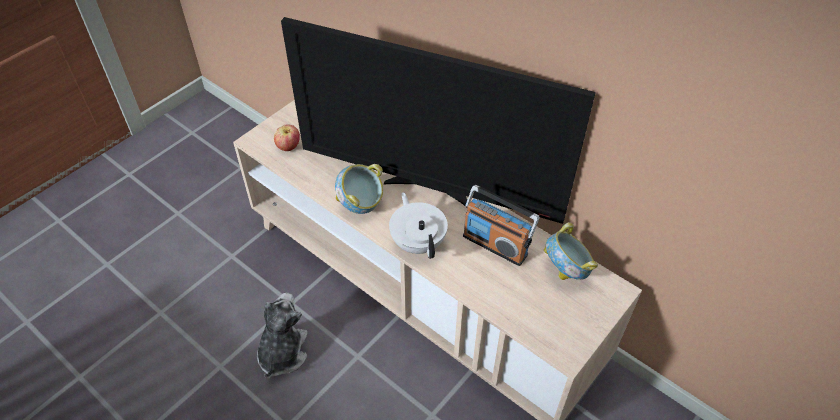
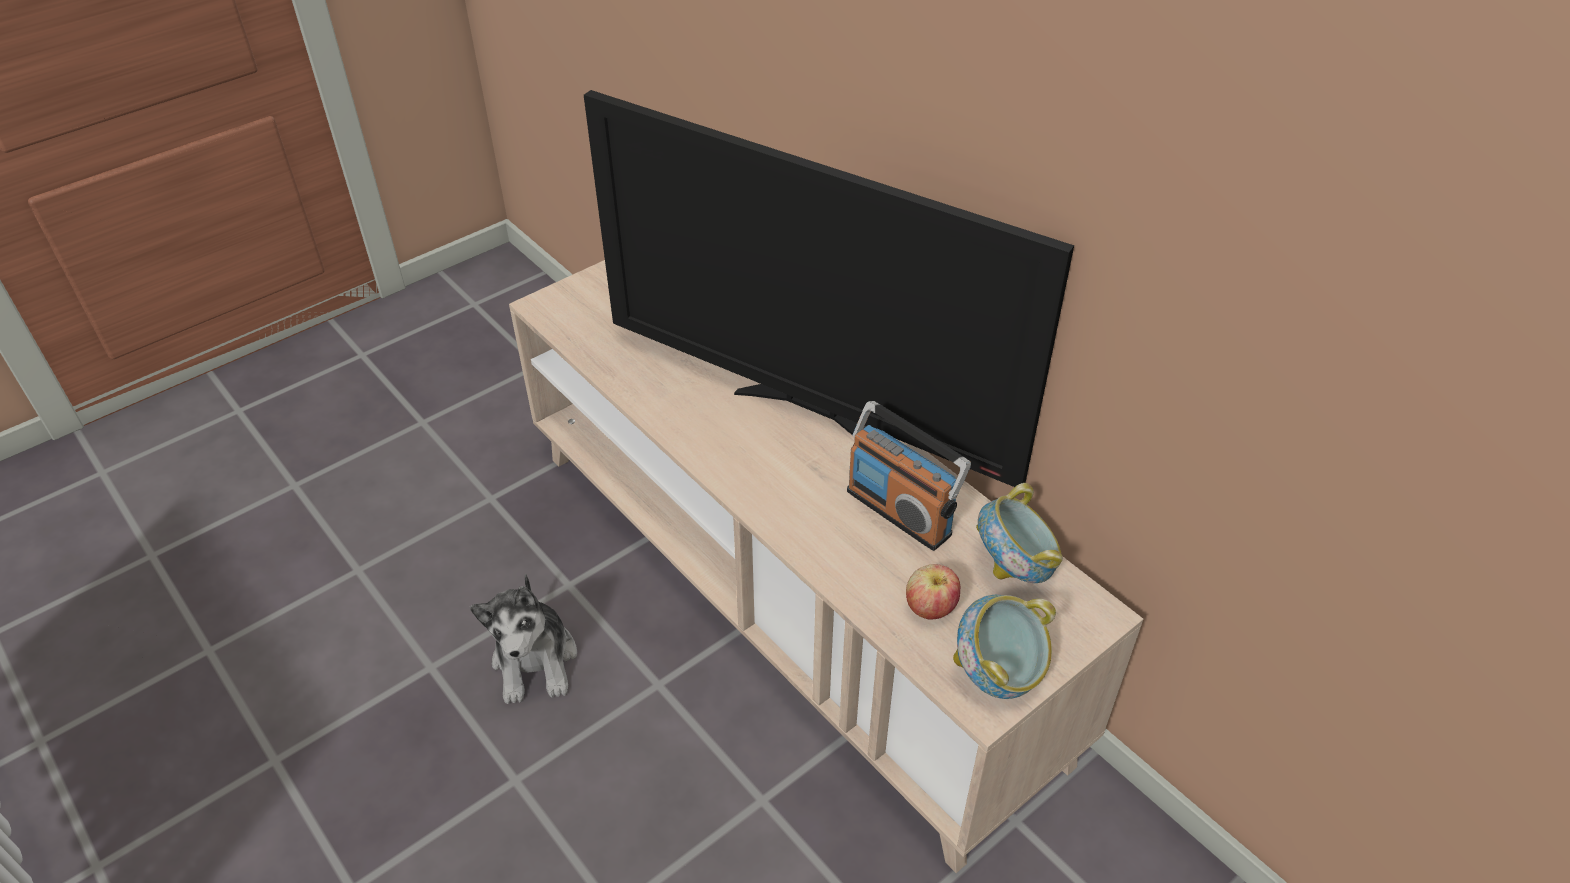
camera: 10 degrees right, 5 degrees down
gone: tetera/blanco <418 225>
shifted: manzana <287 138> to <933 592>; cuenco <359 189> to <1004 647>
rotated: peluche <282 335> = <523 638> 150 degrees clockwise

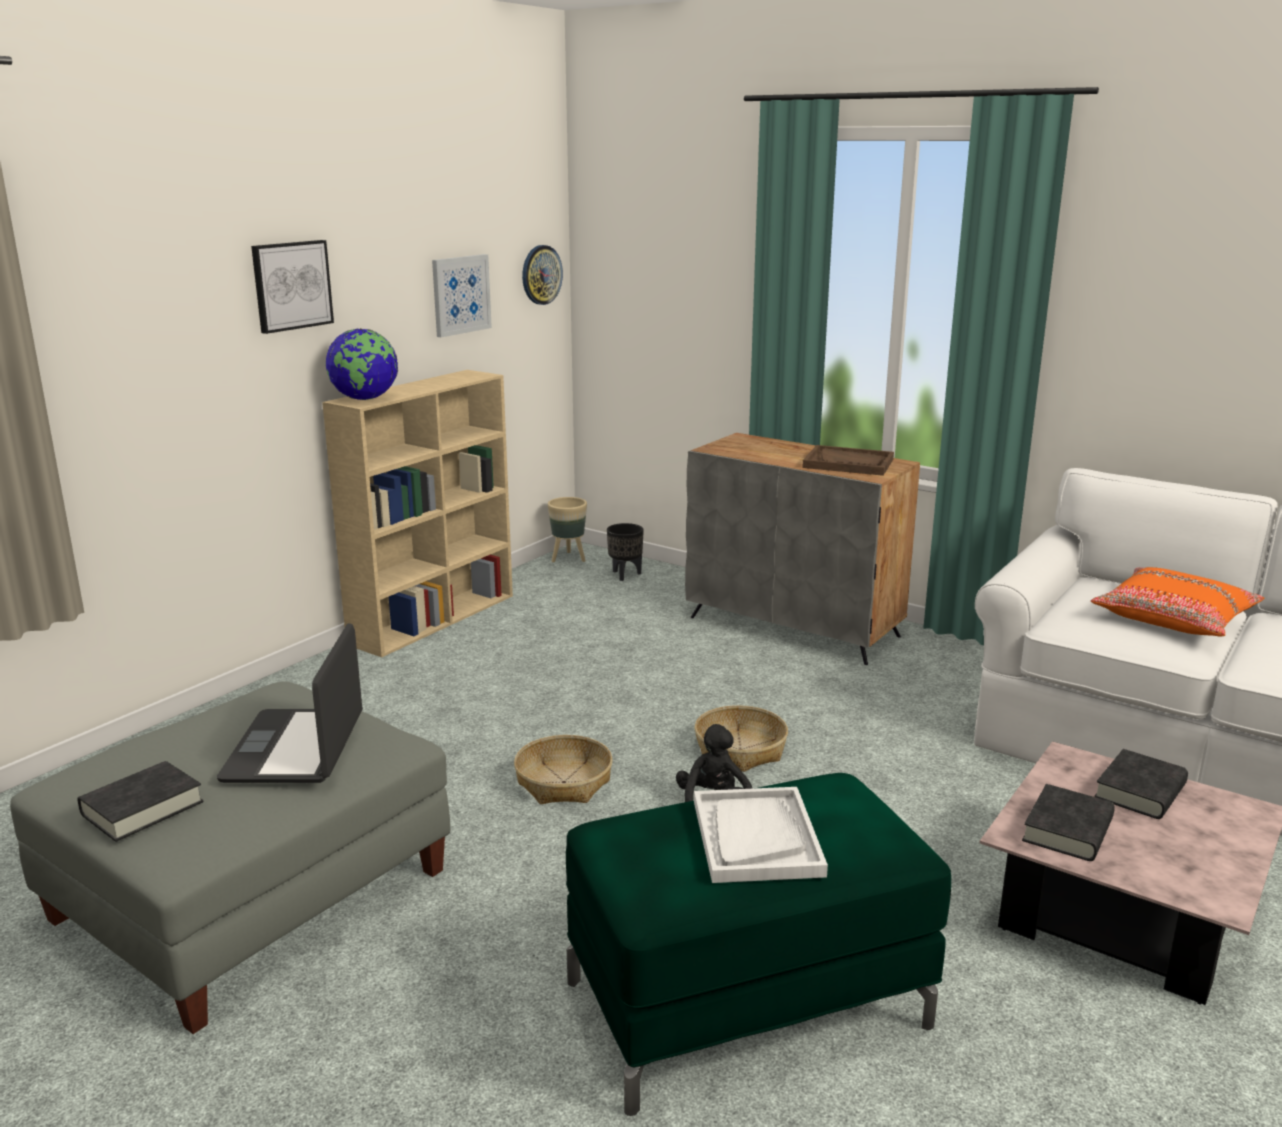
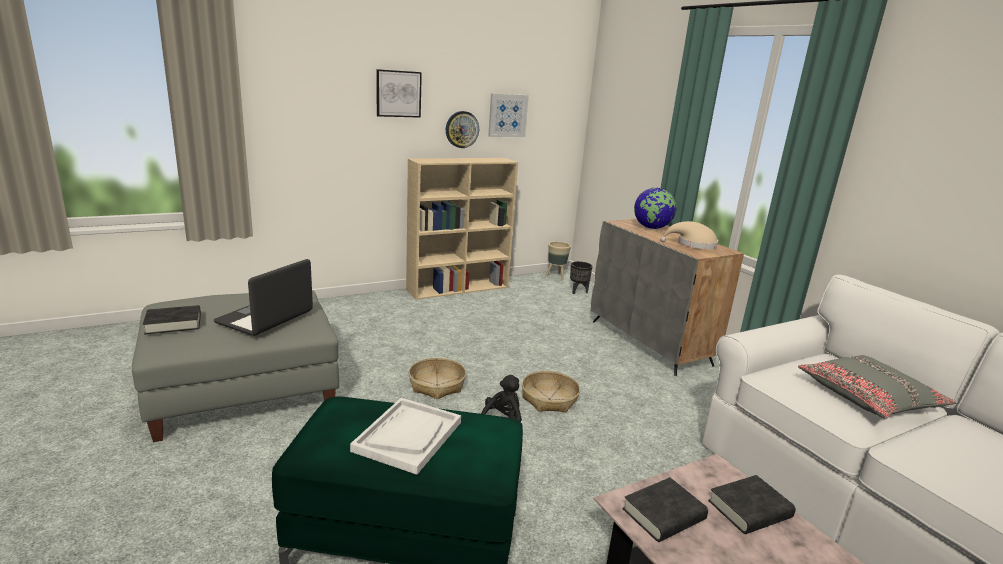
camera: 25 degrees right, 0 degrees up
shifted: globo terráqueo <362 364> to <655 208>; reloj de pared <542 275> to <462 129>
swapped: bandeja/marrón <848 460> to sombrero/beis <689 235>
repainted: cojín/naranja <1178 602> to cojín/gris <877 387>

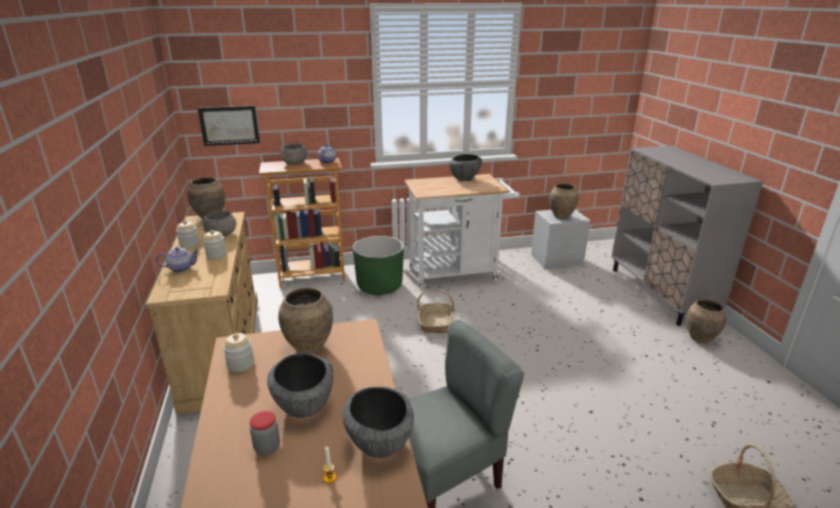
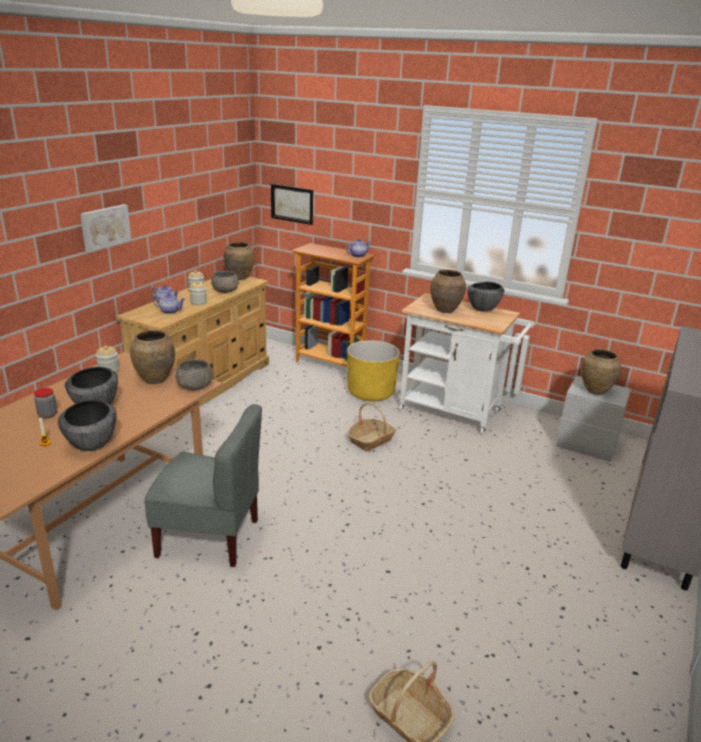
camera: 40 degrees right, 0 degrees up
new: cuadro <105 228>; tetera <169 303>
shifted: cuenco/gris <293 154> to <194 375>; florero/marrón <706 321> to <448 291>
repainted: maceta/verde <378 265> to maceta/amarillo <373 370>

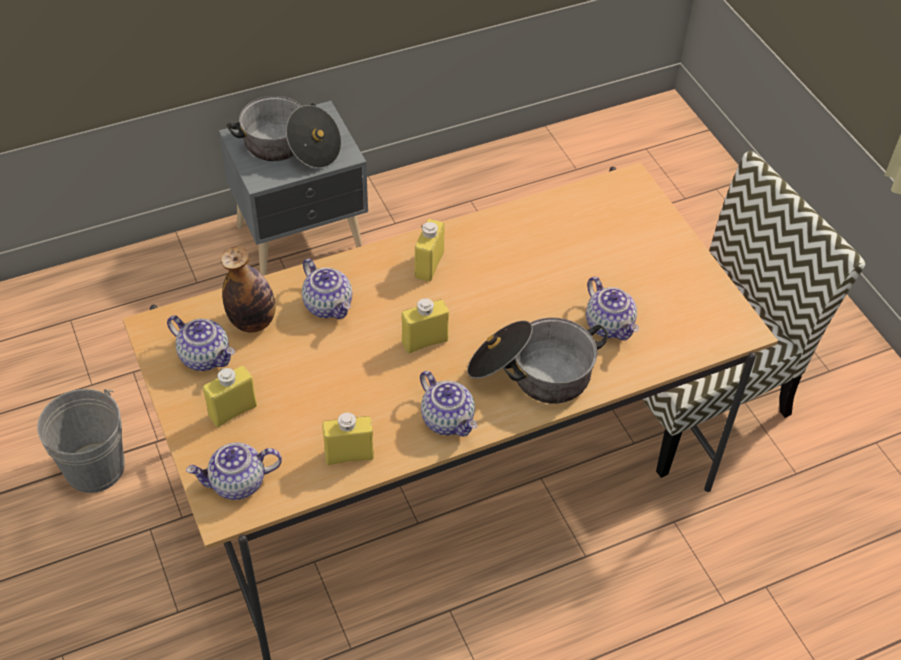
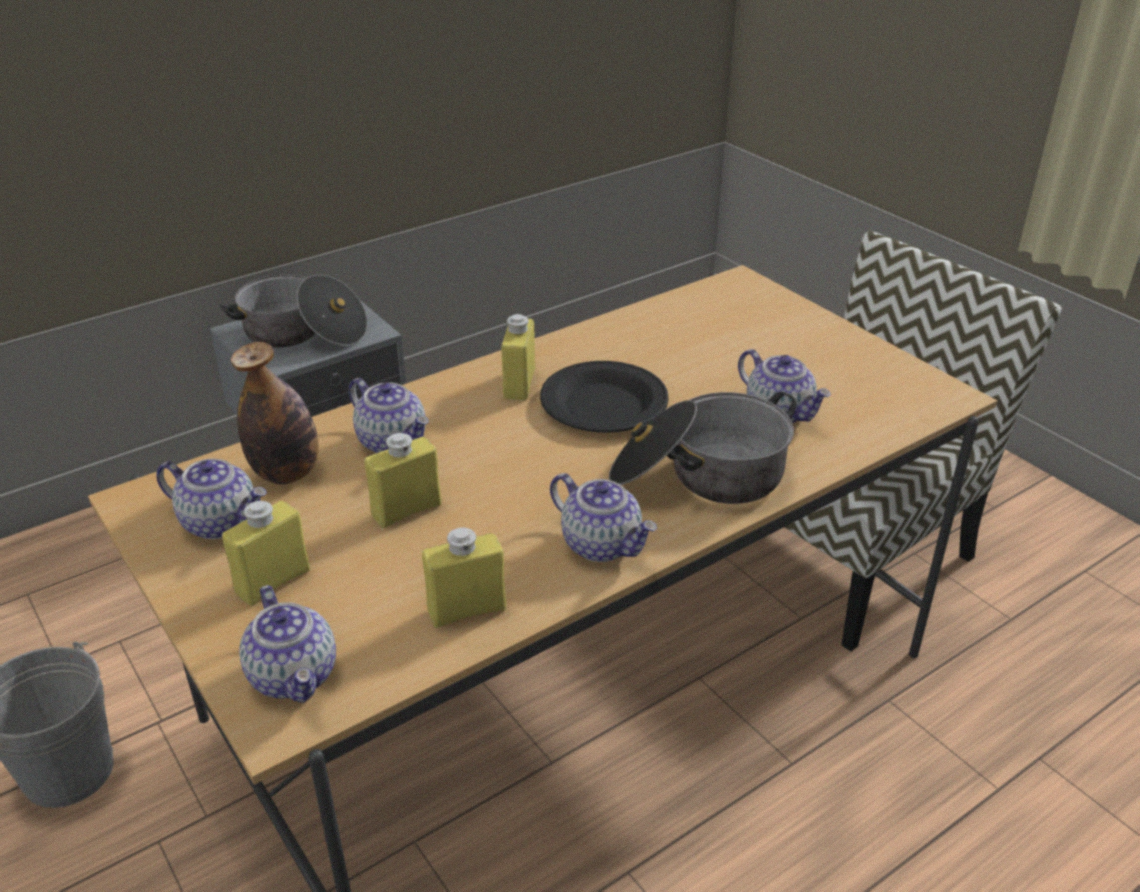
camera: 10 degrees left, 15 degrees down
new: plato/negro <604 397>
shifted: botella/amarillo <425 326> to <403 480>
rotated: tetera <234 471> = <287 644> 90 degrees counterclockwise

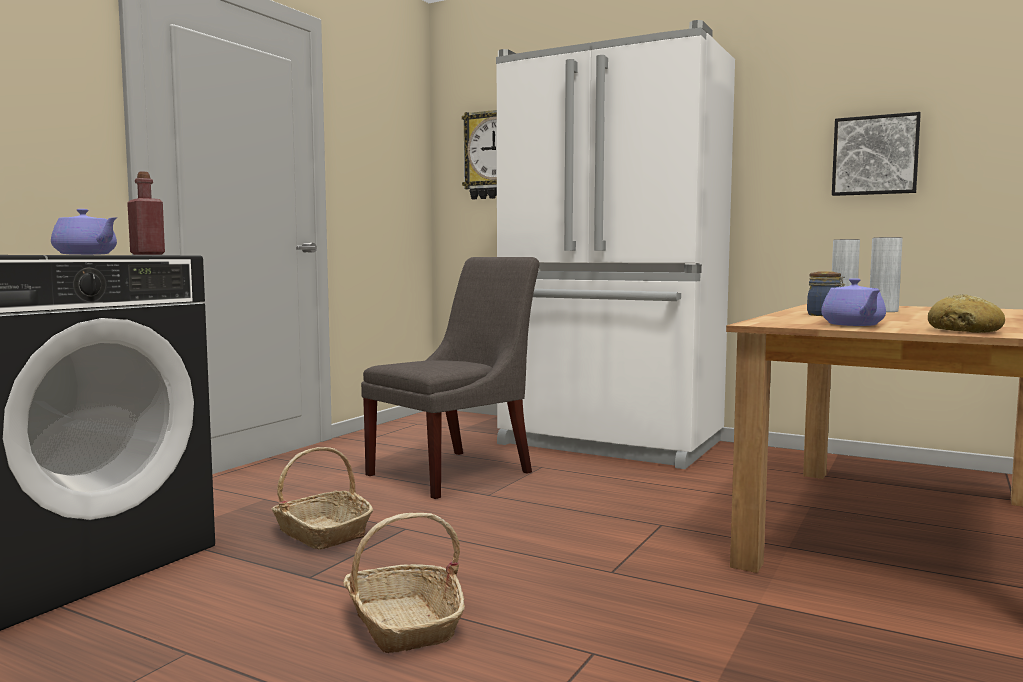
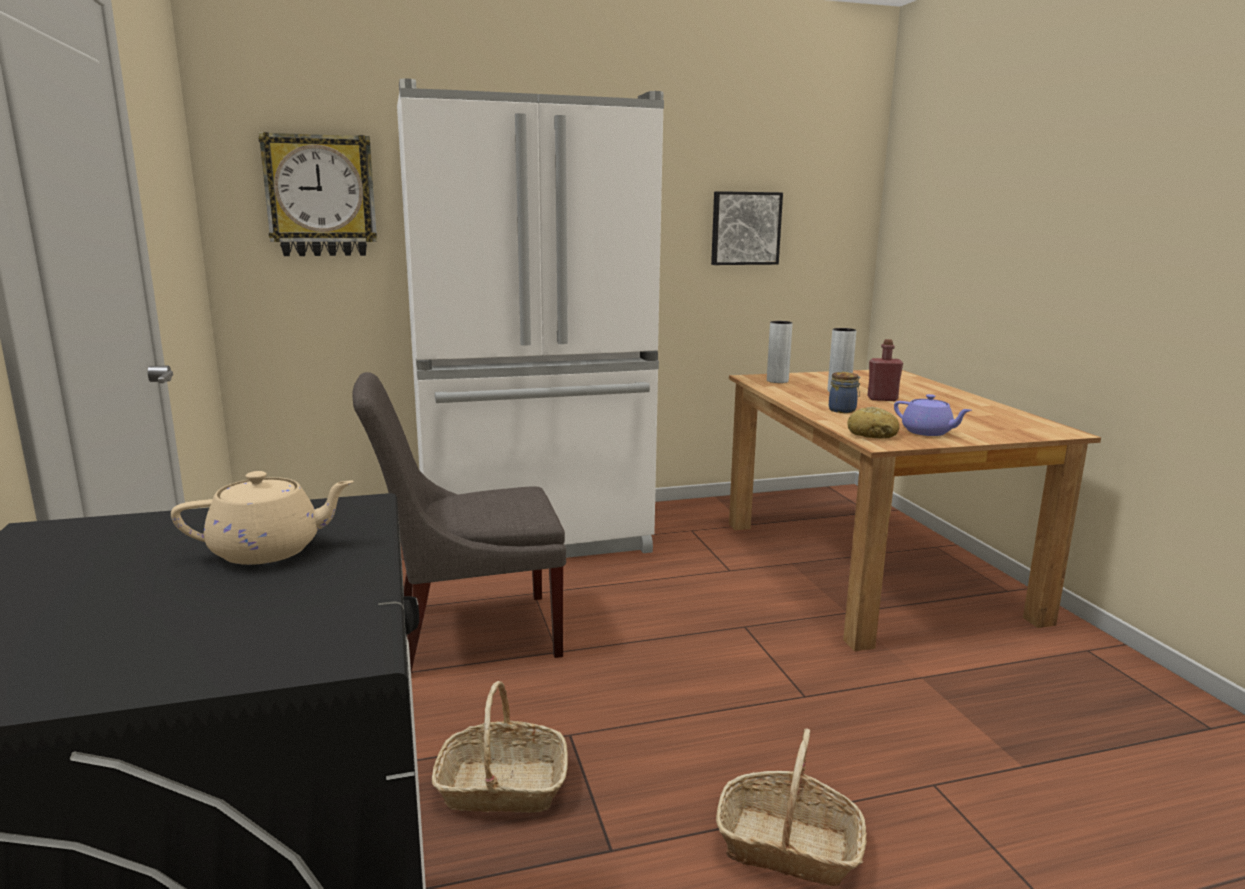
camera: 45 degrees left, 10 degrees up
shifted: botella/rojo <146 213> to <885 370>; pan <966 313> to <873 422>
repainted: tetera/morado <84 232> to tetera/beis <262 518>
rotated: silla/gris <450 378> = <459 522> 105 degrees counterclockwise

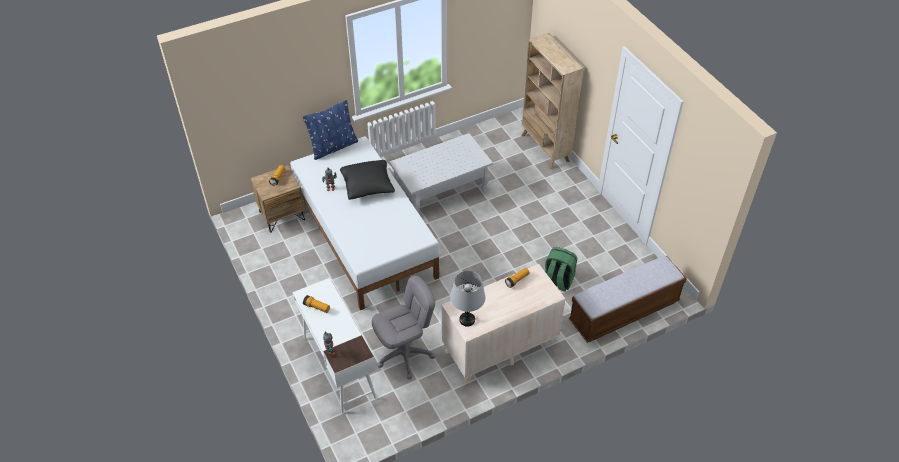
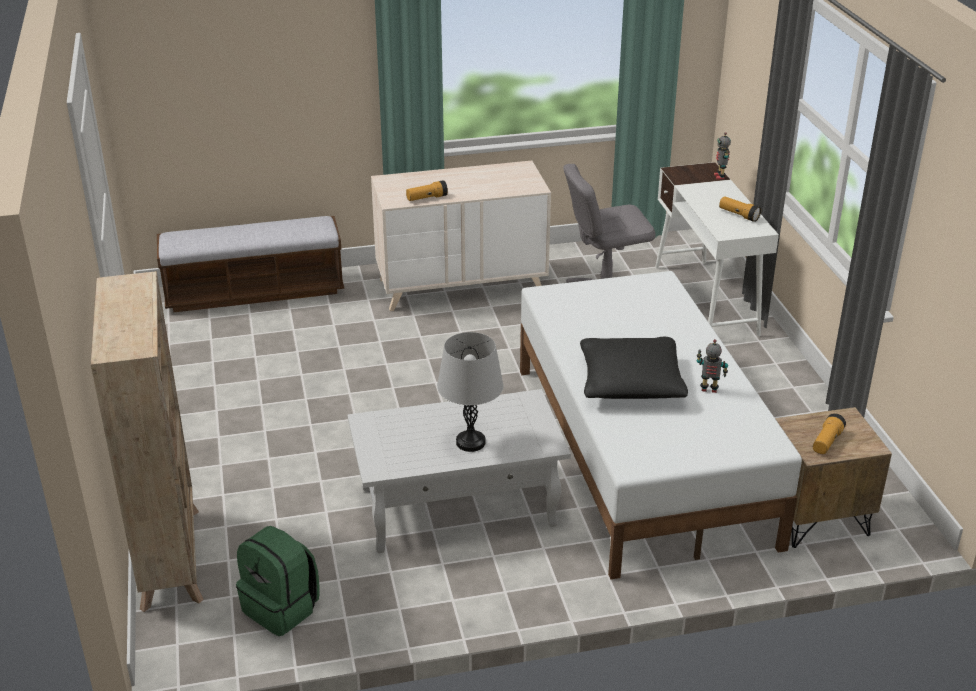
camera: 165 degrees left, 15 degrees down
gone: cojín/azul <330 130>
shifted: lámpara de mesa/gris <468 298> to <470 392>; mochila/verde <561 269> to <278 581>

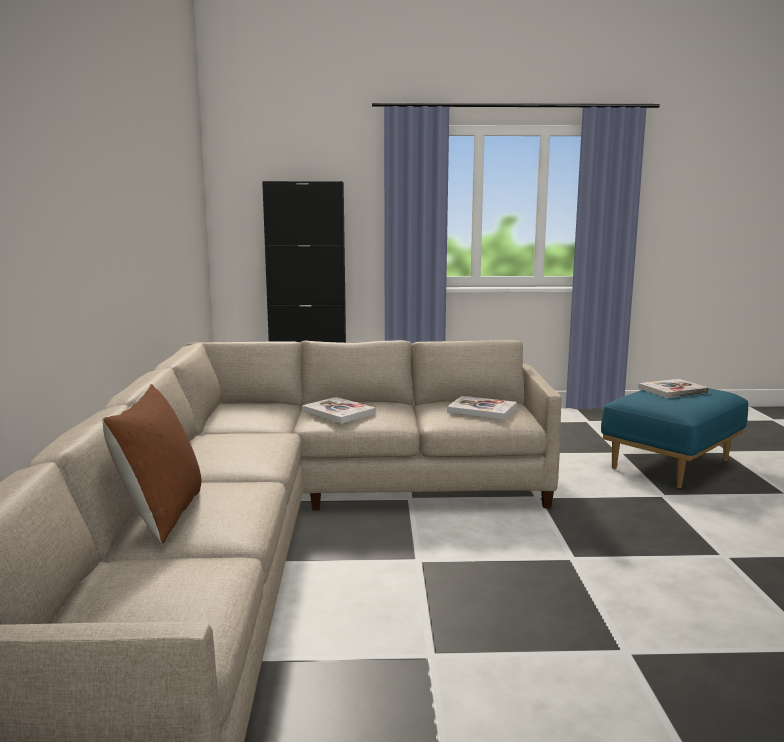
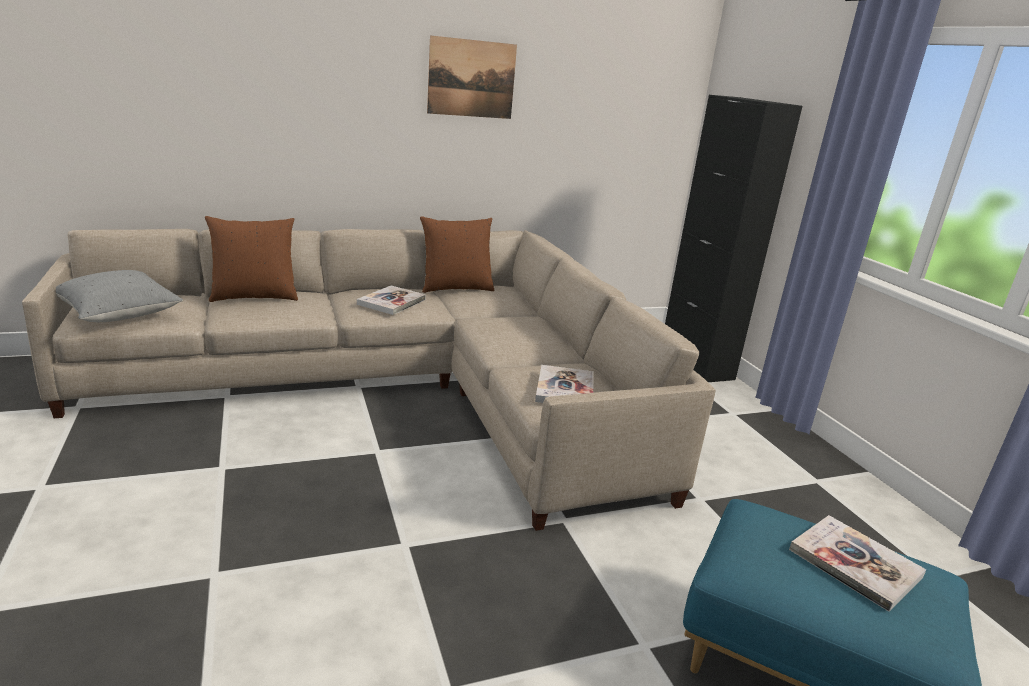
camera: 70 degrees right, 10 degrees up
new: cojín/gris <119 296>; cojín/marrón <457 254>; cuadro <472 77>
shifted: libro <339 410> to <391 300>

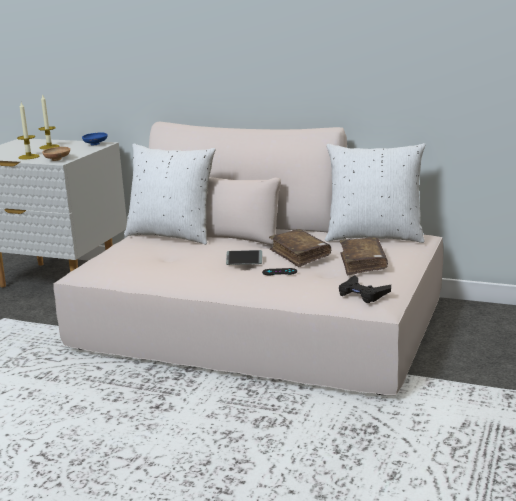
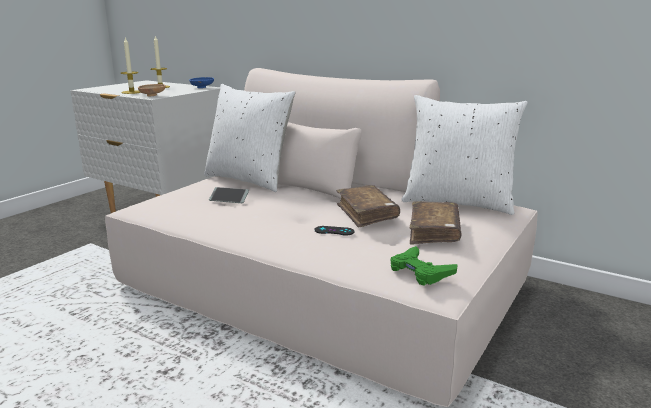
camera: 10 degrees right, 0 degrees up
shifted: móvil <244 257> to <229 195>
repainted: mando de consola/negro <365 289> to mando de consola/verde <424 265>

